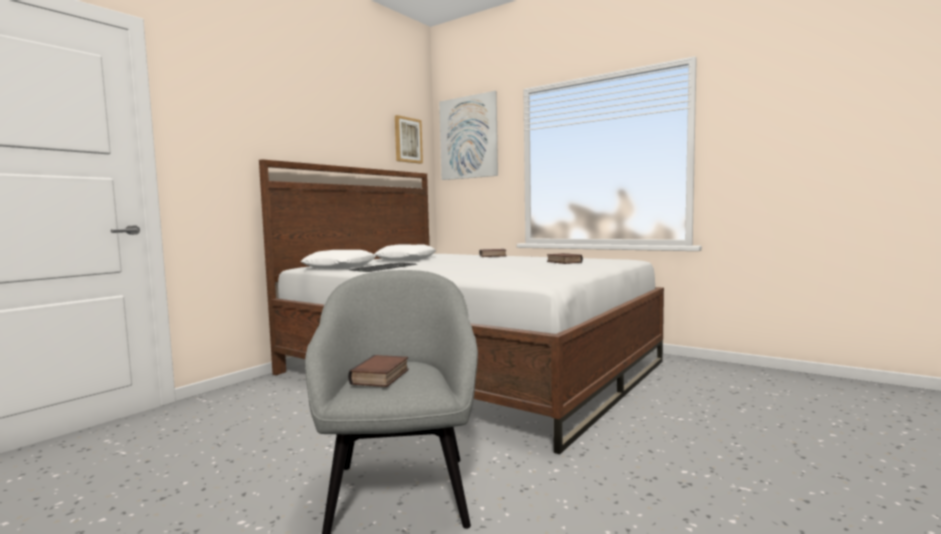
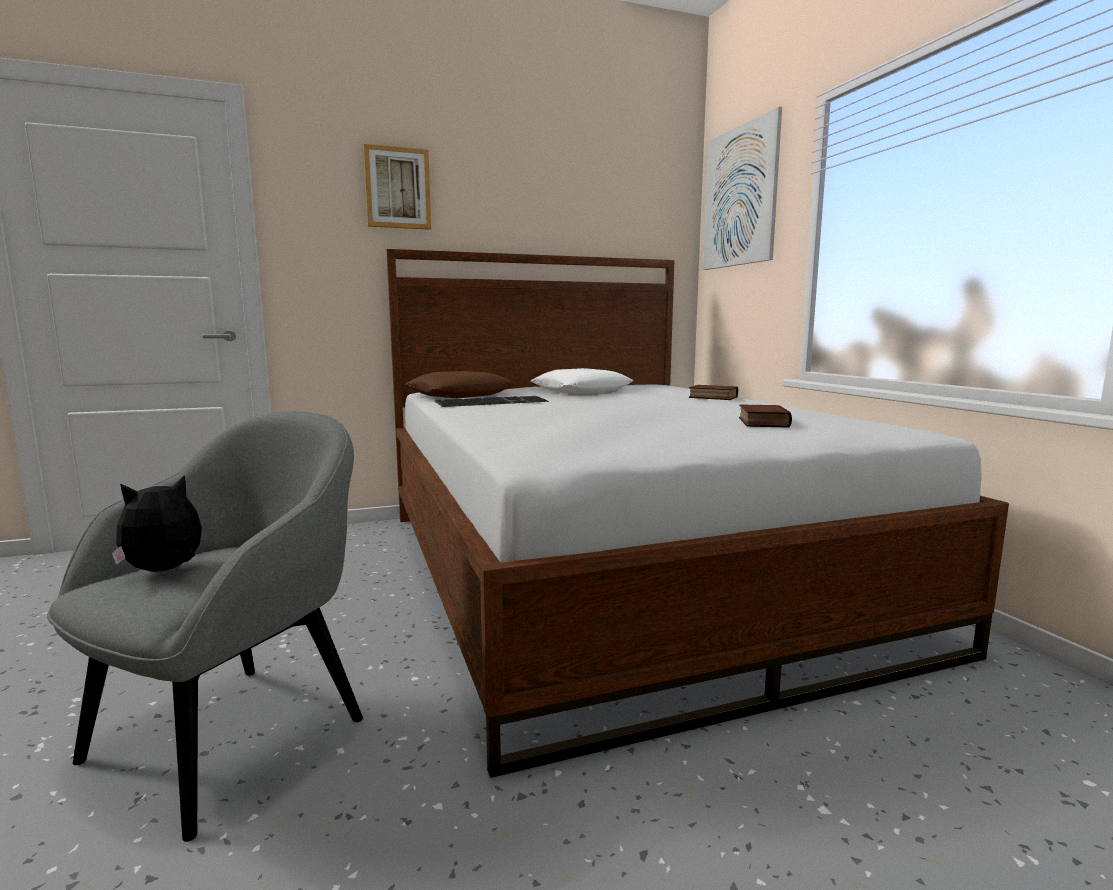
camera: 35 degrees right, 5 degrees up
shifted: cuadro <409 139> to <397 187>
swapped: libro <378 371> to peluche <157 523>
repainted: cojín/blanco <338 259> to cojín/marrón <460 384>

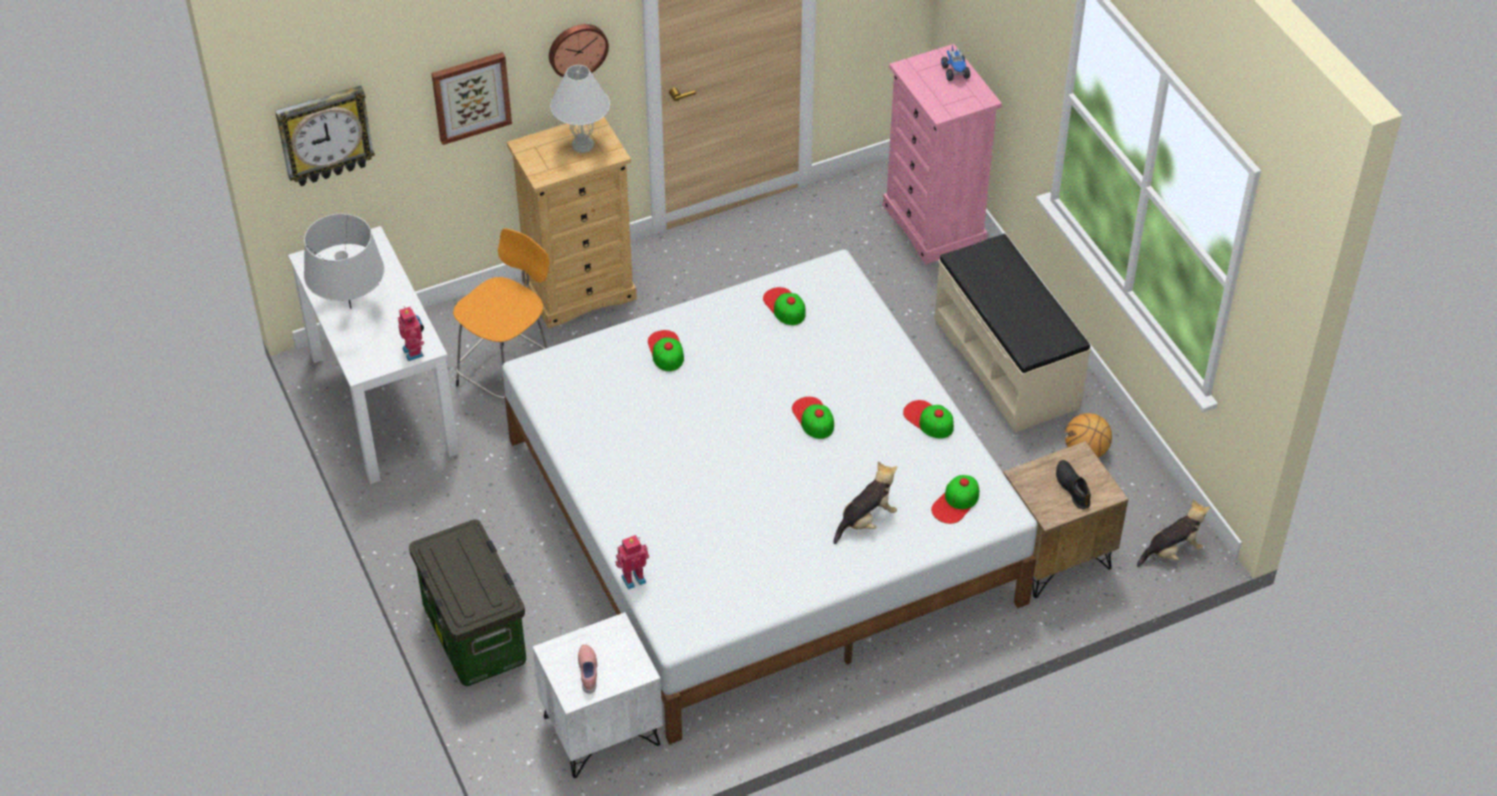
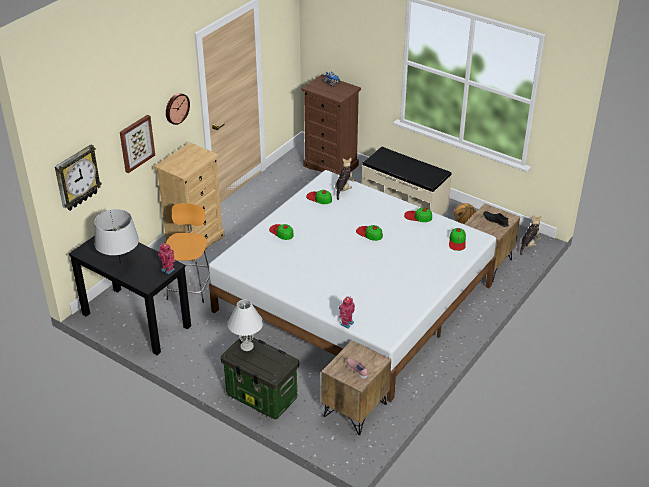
camera: 30 degrees left, 10 degrees down
shifted: lámpara de mesa/blanco <580 109> to <245 325>; peluche <865 503> to <345 179>
repainted: escritorio/blanco <373 355> to escritorio/negro <130 292>; mesita de noche/blanco <598 695> to mesita de noche/marrón <356 387>; cómoda/rosa <942 154> to cómoda/marrón <331 124>

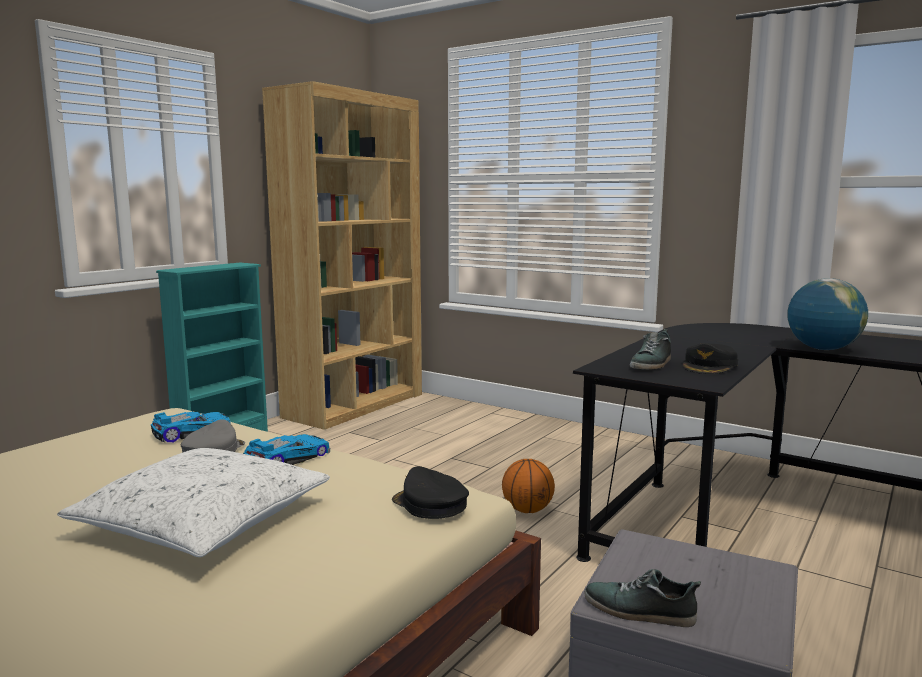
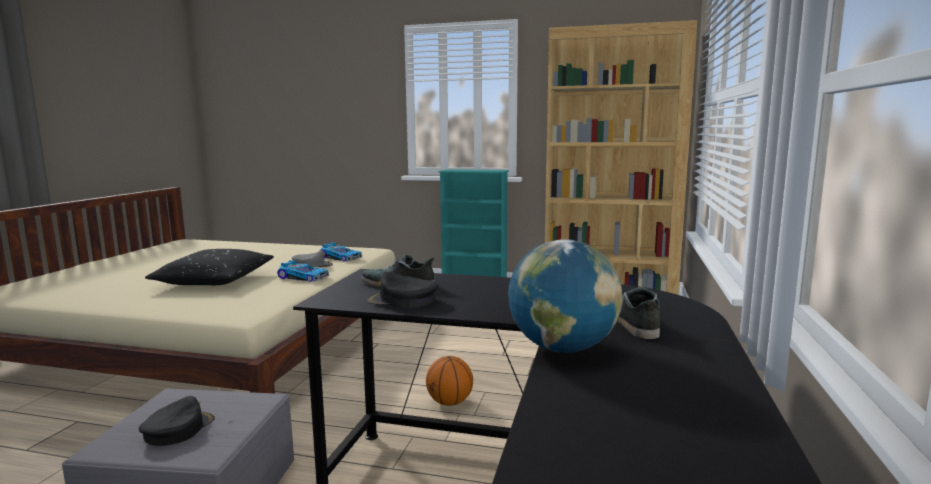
camera: 70 degrees right, 0 degrees up
shifted: gorra/negro <430 492> to <176 421>; zapato <642 598> to <638 313>
repainted: cojín/blanco <193 502> to cojín/negro <209 267>

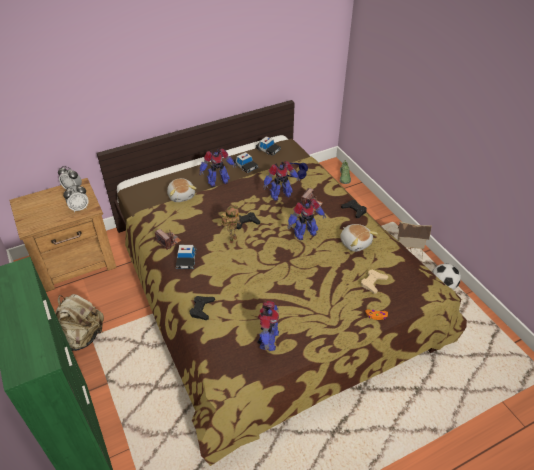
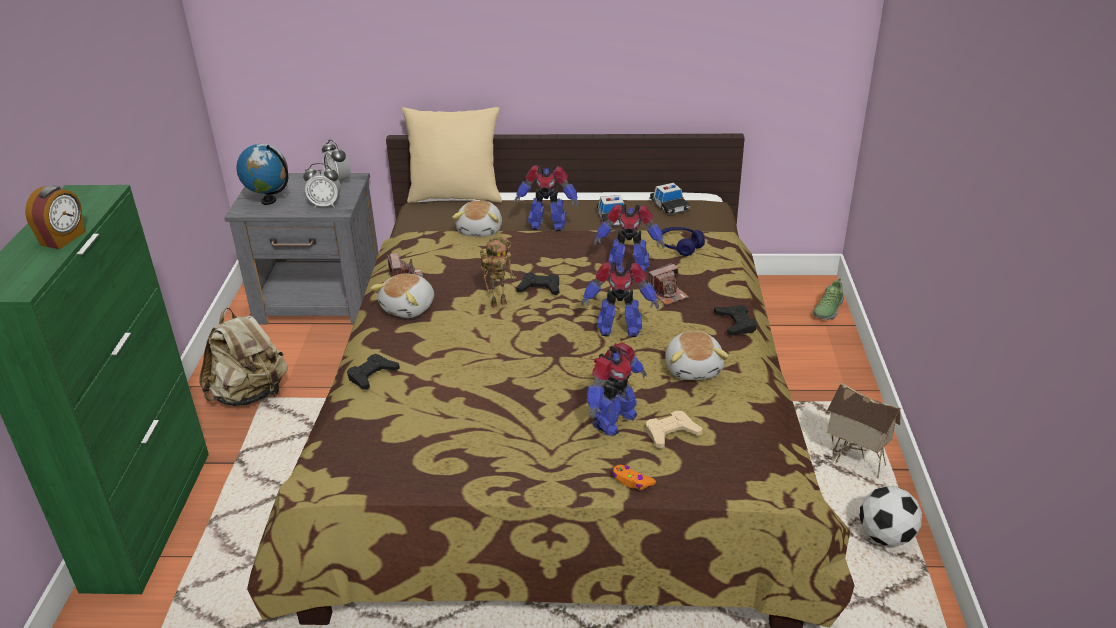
camera: 30 degrees right, 10 degrees down
new: despertador <55 217>; globo terráqueo <262 174>; cojín/beis <452 155>
shifted: robot de juguete <268 326> to <617 389>
swapped: coche de juguete <186 257> to peluche <402 295>
repainted: mesita de noche/marrón <63 235> to mesita de noche/gris <301 249>

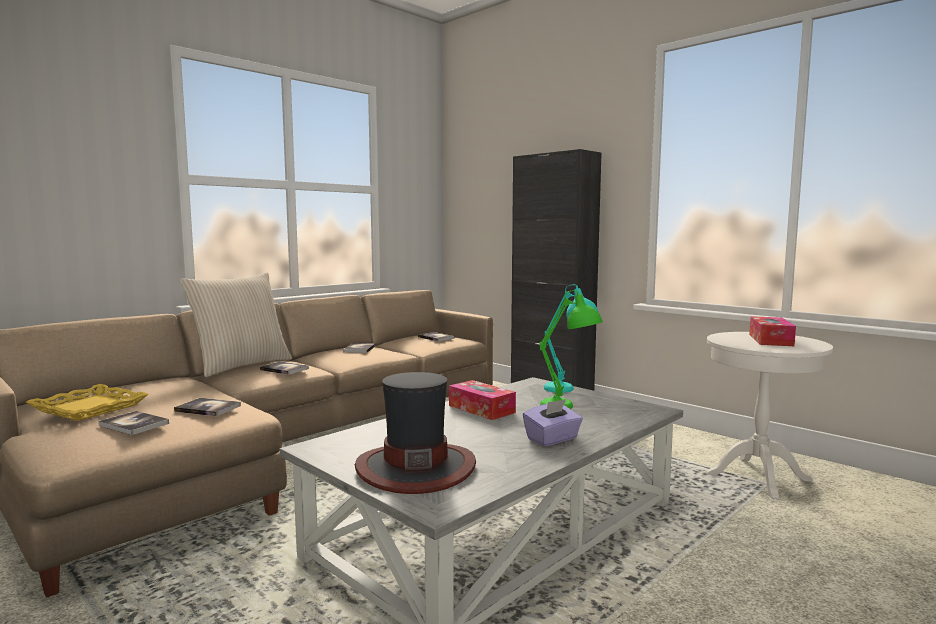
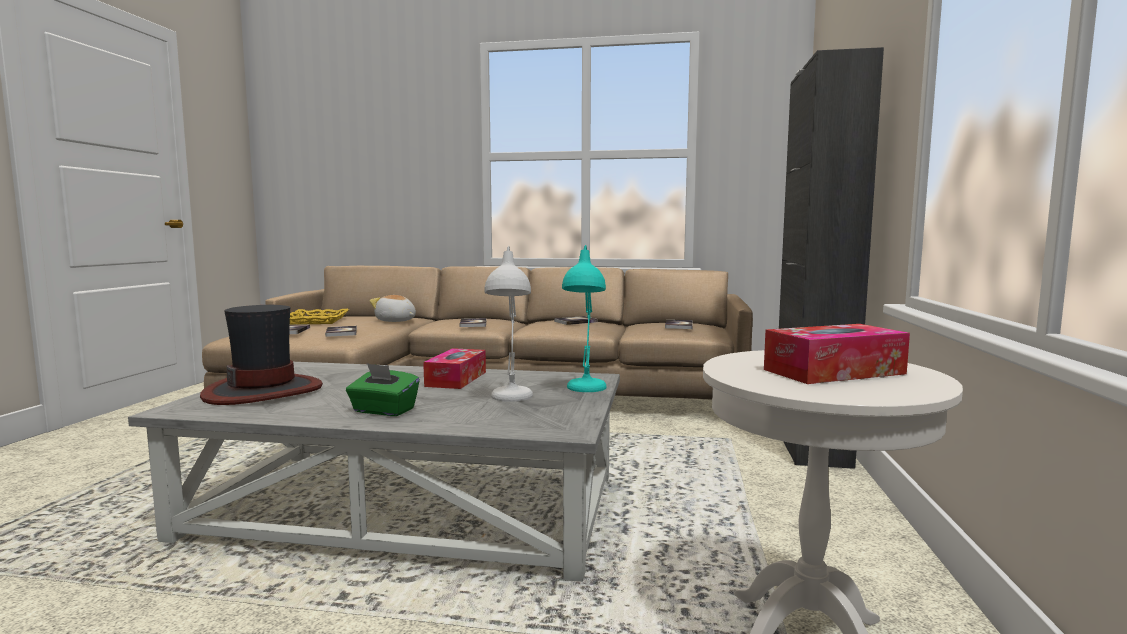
camera: 55 degrees right, 0 degrees up
gone: cojín/beis <236 324>
new: peluche <393 308>
repainted: caja de pañuelos/morado <553 422> to caja de pañuelos/verde <383 389>; lámpara de mesa/verde <571 349> to lámpara de mesa/blanco <508 324>

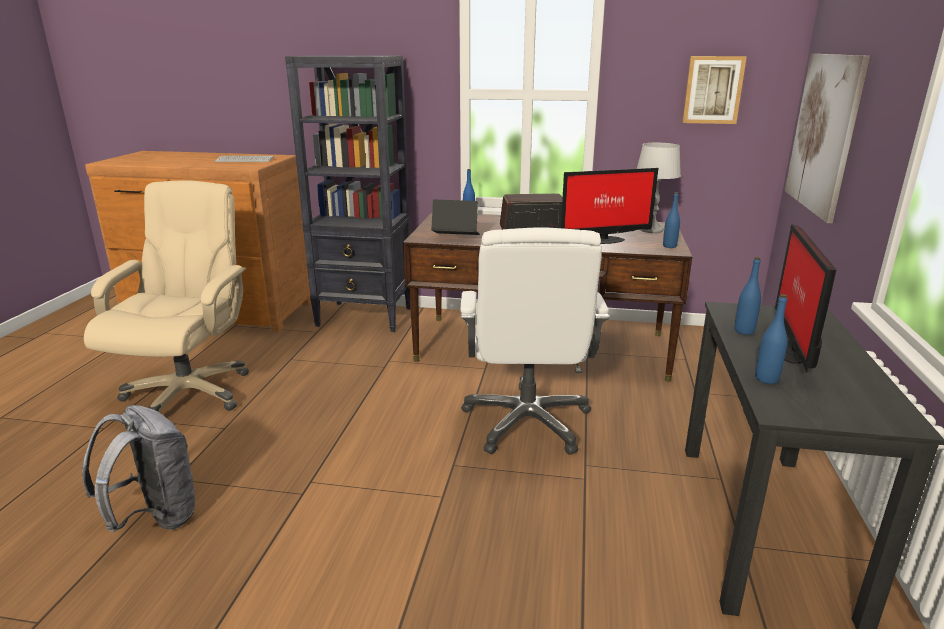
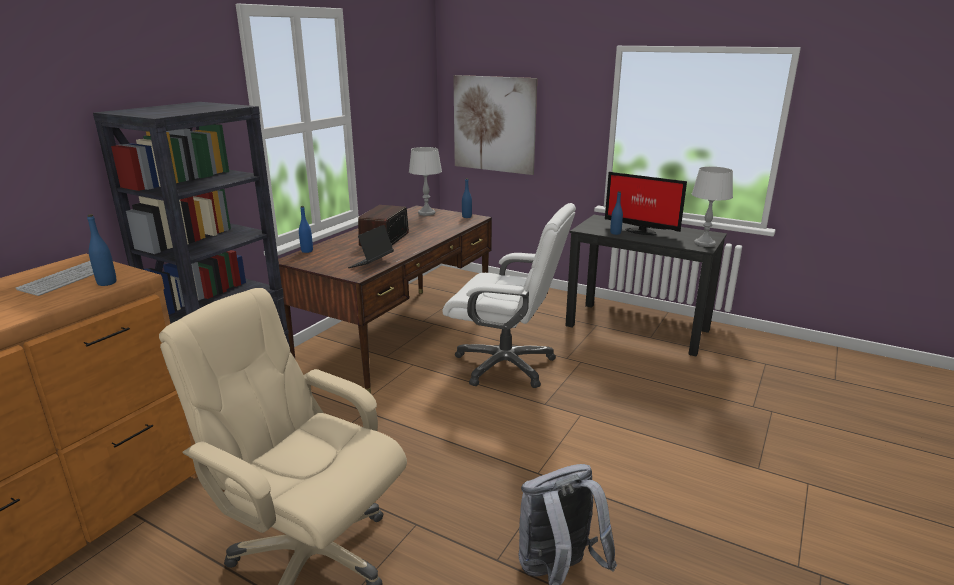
camera: 70 degrees left, 0 degrees up
gone: monitor <609 206>; cuadro <714 90>
new: lámpara de mesa/gris <712 207>
shifted: botella/azul <771 339> to <101 250>

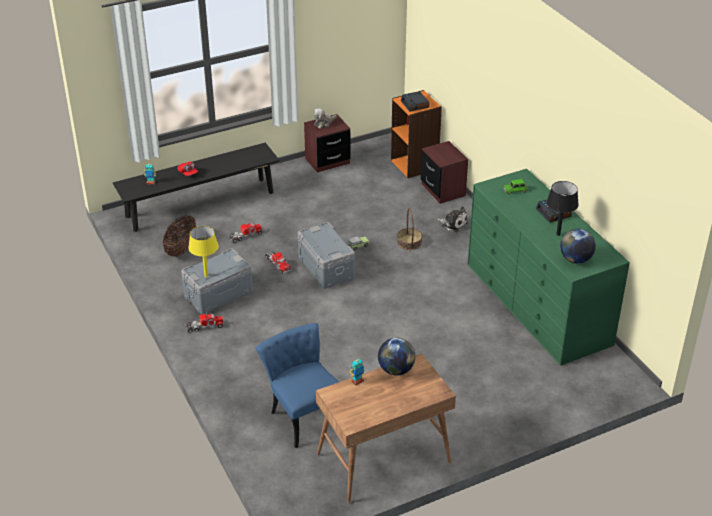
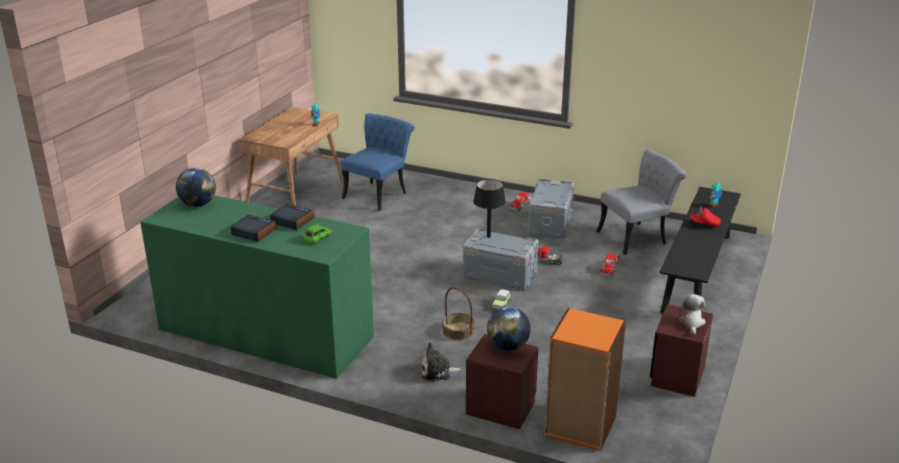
camera: 140 degrees right, 10 degrees down
gone: lámpara de mesa/amarillo <203 251>
shifted: globo terráqueo <397 356> to <509 329>; despertador <415 101> to <292 216>; lámpara de mesa/negro <563 208> to <489 208>
swapped: cesta <179 236> to silla/gris <641 202>
rotated: silla/azul <297 385> = <378 162> 75 degrees counterclockwise

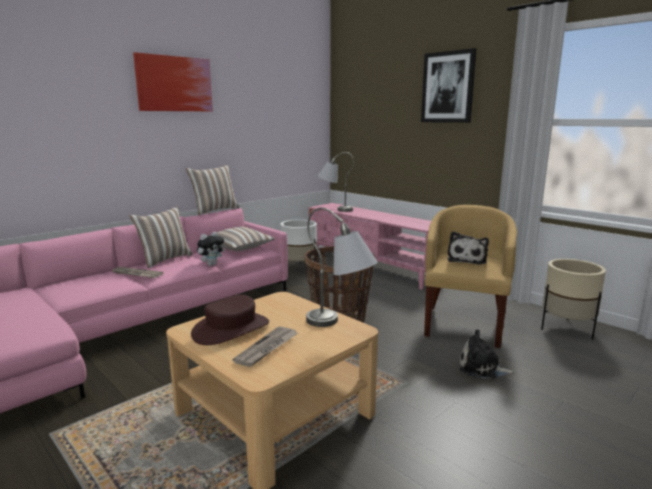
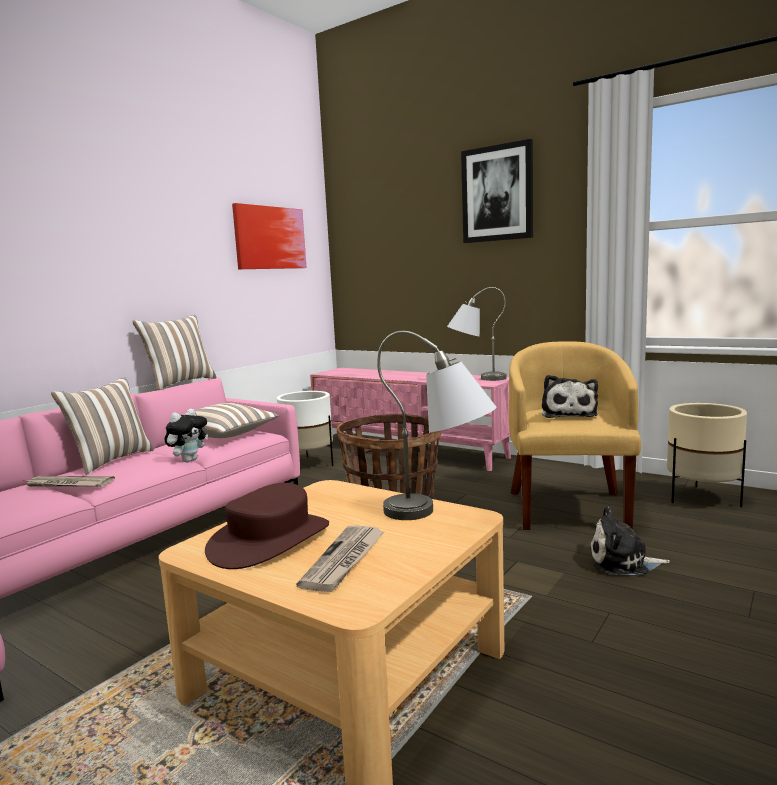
camera: 10 degrees left, 5 degrees down
shifted: cuadro <173 82> to <269 236>; lámpara de mesa/gris <335 182> to <476 334>

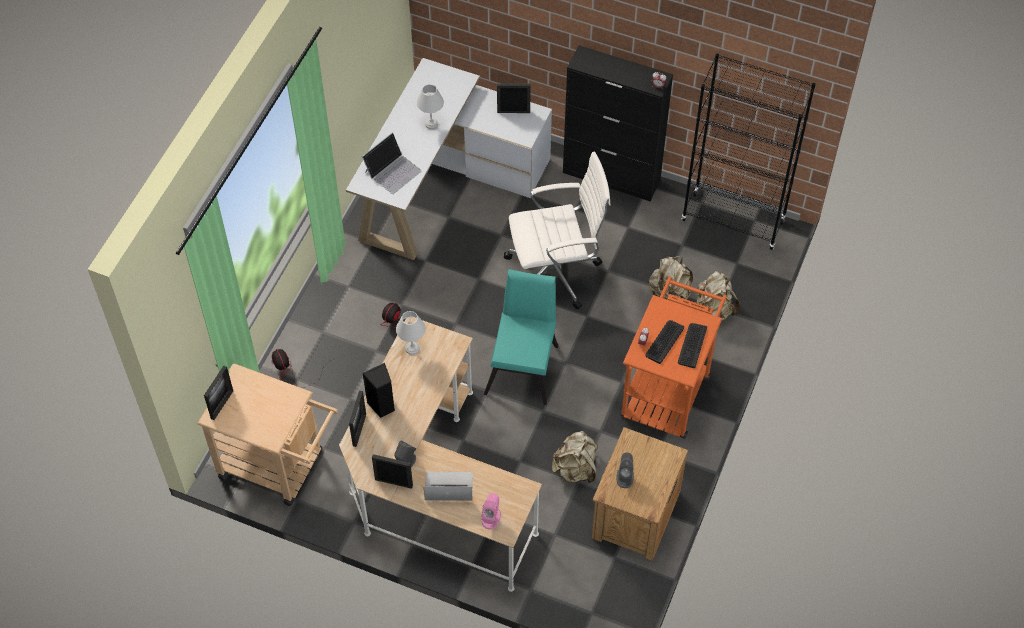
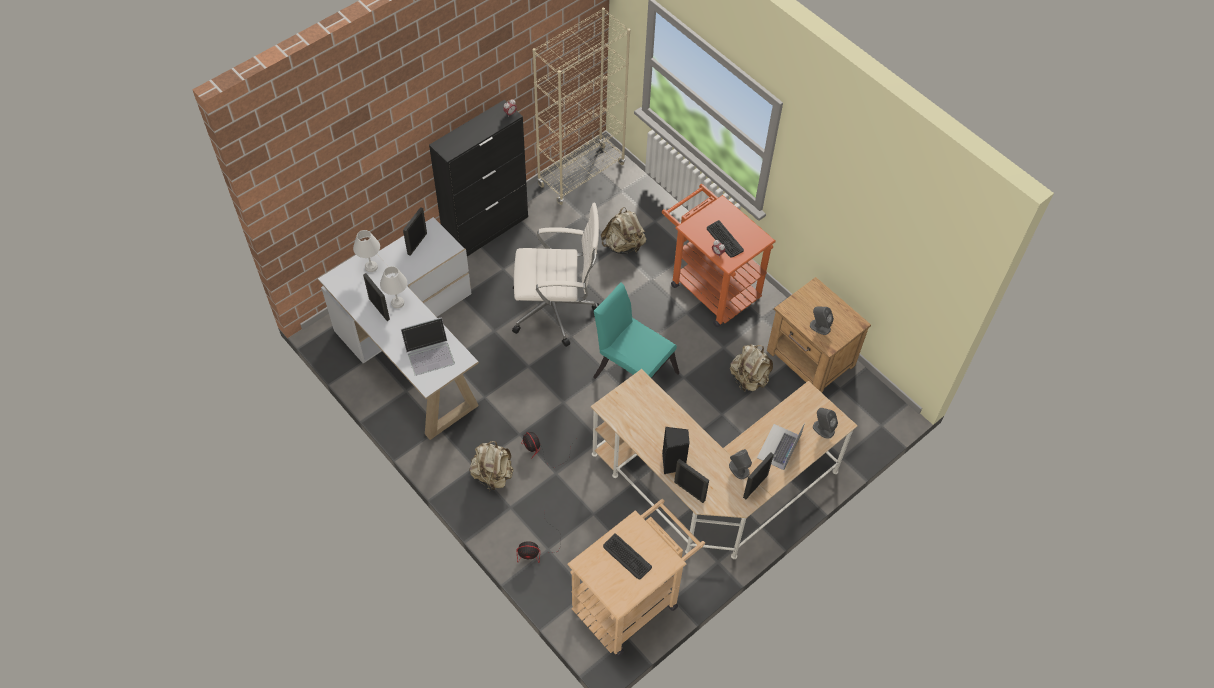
camera: 65 degrees left, 0 degrees up
shifted: portarretratos <218 393> to <376 297>; lámpara de mesa/blanco <411 333> to <366 251>; teclado <692 345> to <627 556>; mochila/beis <718 295> to <491 465>
repainted: altavoz/rosa <491 511> to altavoz/gris <825 423>; estantería/negro <748 151> to estantería/beis <581 106>
rotated: portátil <392 163> = <428 346> 90 degrees clockwise; silla de oficina/blanco <557 230> = <555 275> 75 degrees clockwise

